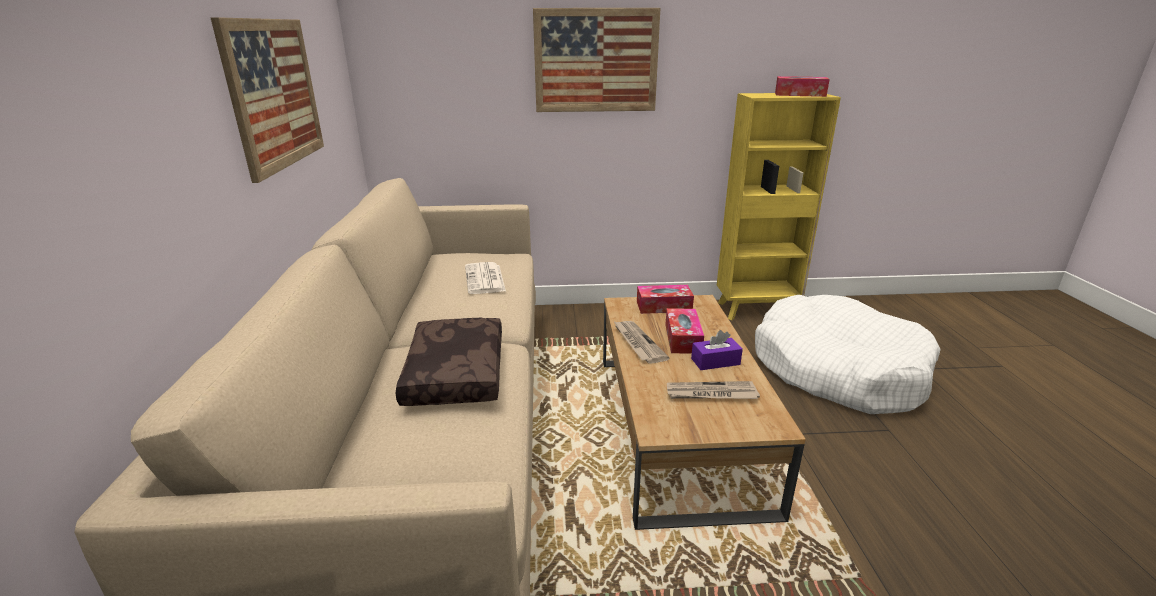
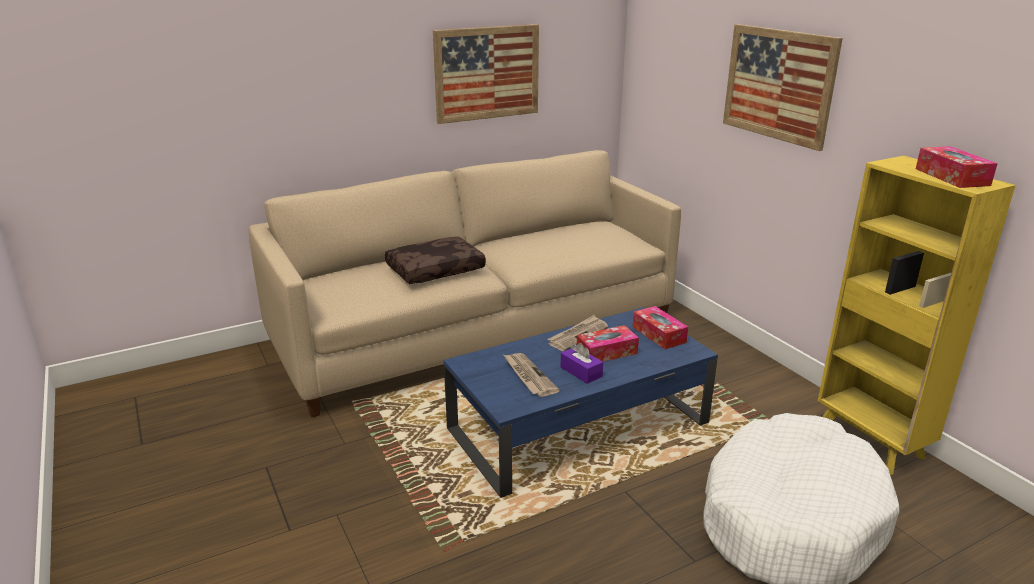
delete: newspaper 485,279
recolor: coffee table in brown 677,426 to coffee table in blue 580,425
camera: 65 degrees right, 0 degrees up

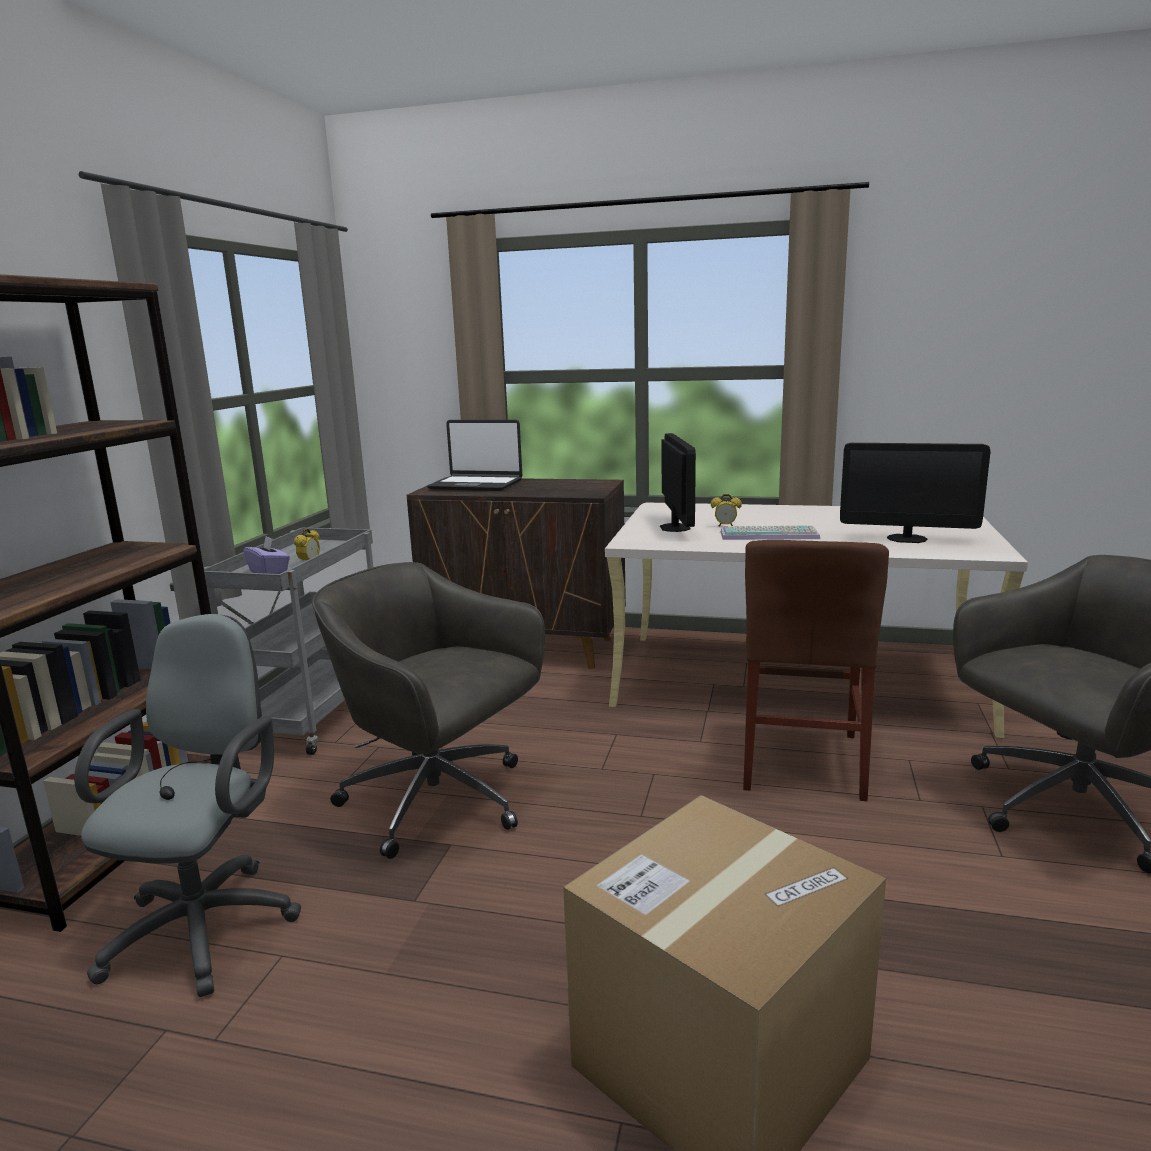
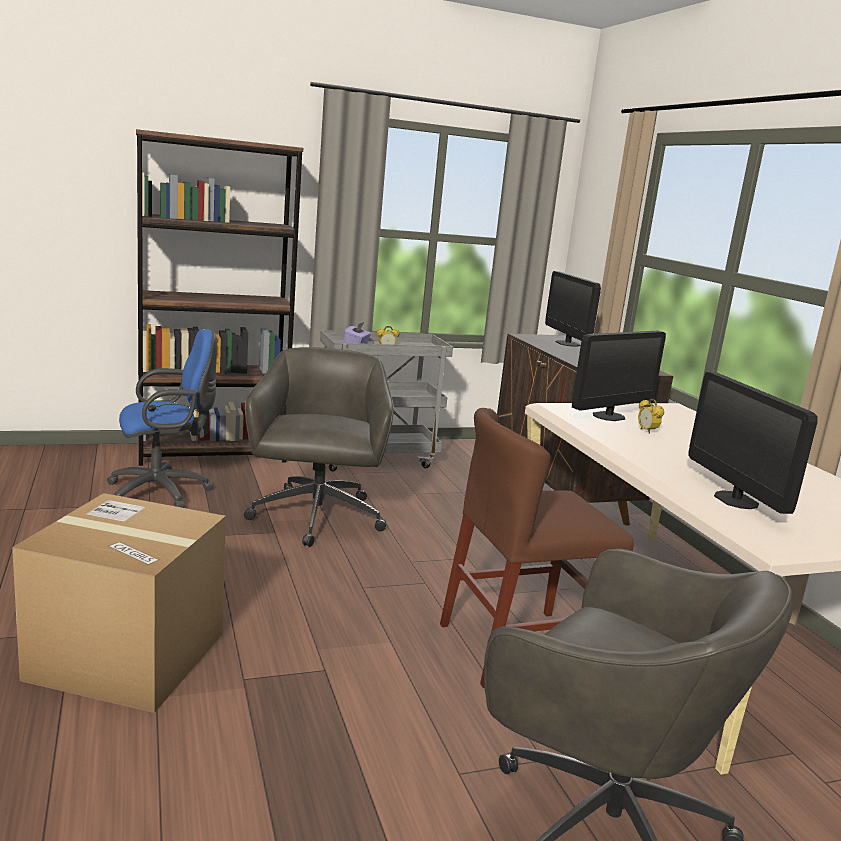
delete: keyboard 770,534
replace: laptop 476,485 to monitor 567,343
recolor: office chair in grey 209,922 to office chair in blue 164,492
camera: 55 degrees right, 0 degrees up

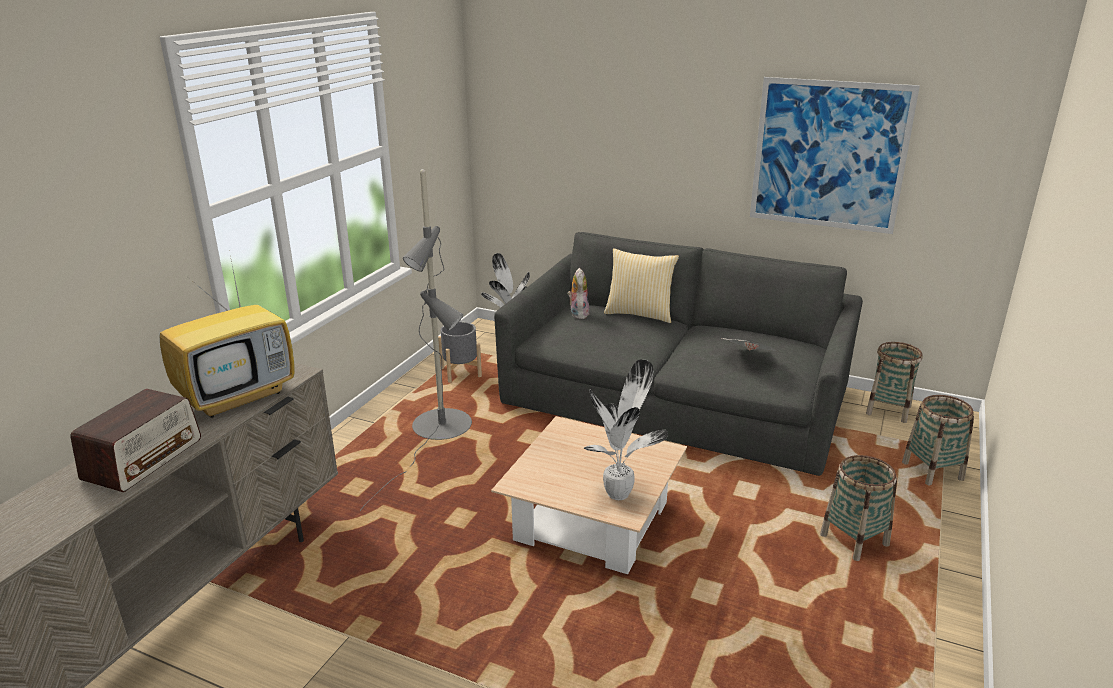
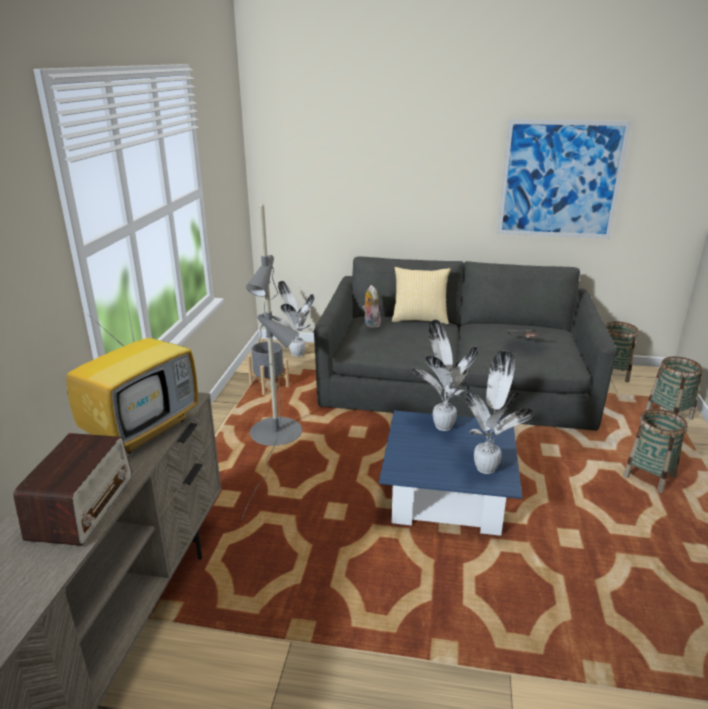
insert: potted plant 442,425
recolor: coffee table in beige 592,522 to coffee table in blue 447,496
camera: 15 degrees left, 0 degrees up

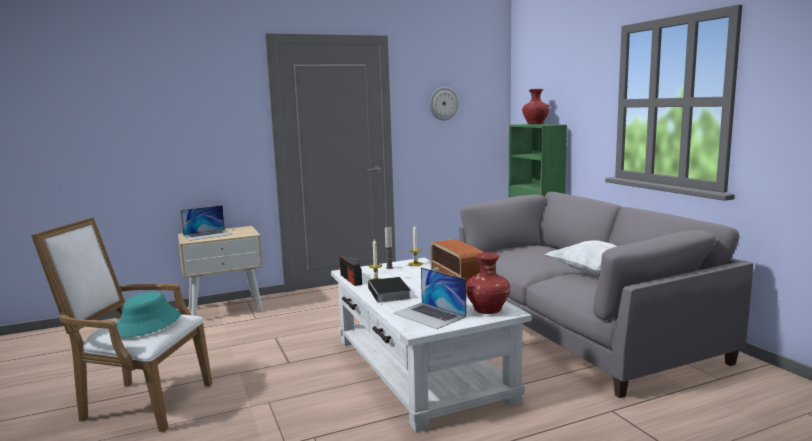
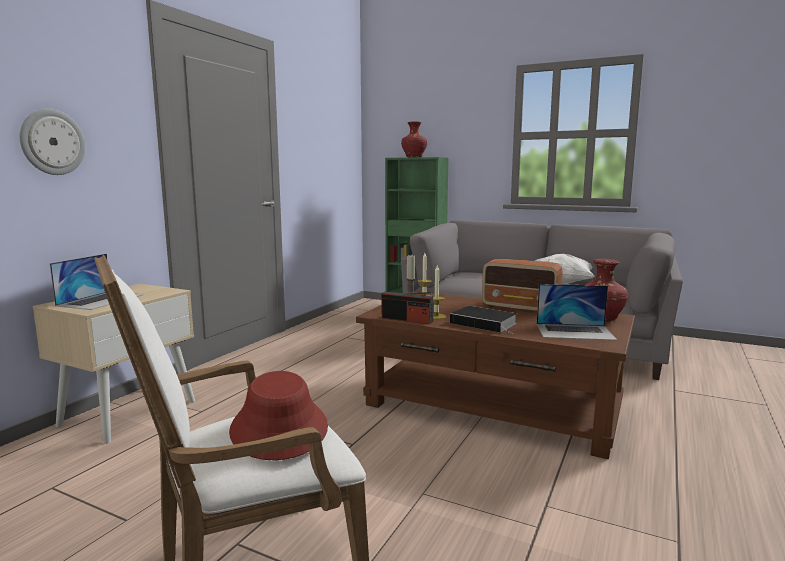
move: wall clock 443,103 to 52,142
recolor: hat in turquoise 148,324 to hat in red 280,428; coffee table in white 420,369 to coffee table in brown 493,405
camera: 40 degrees left, 0 degrees up

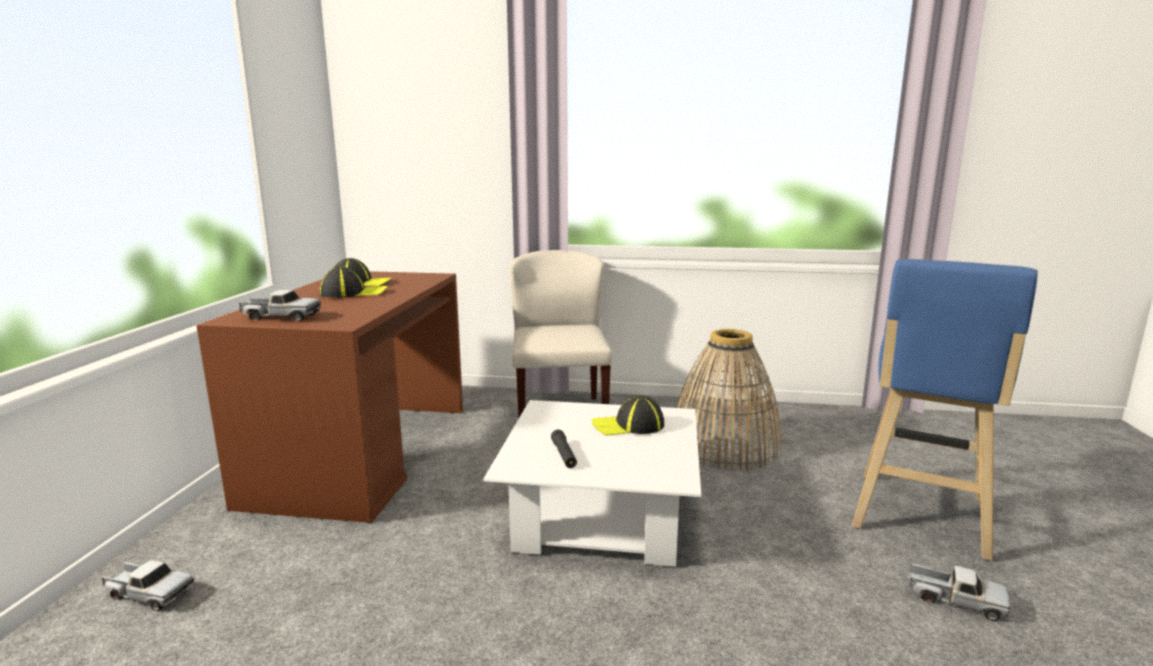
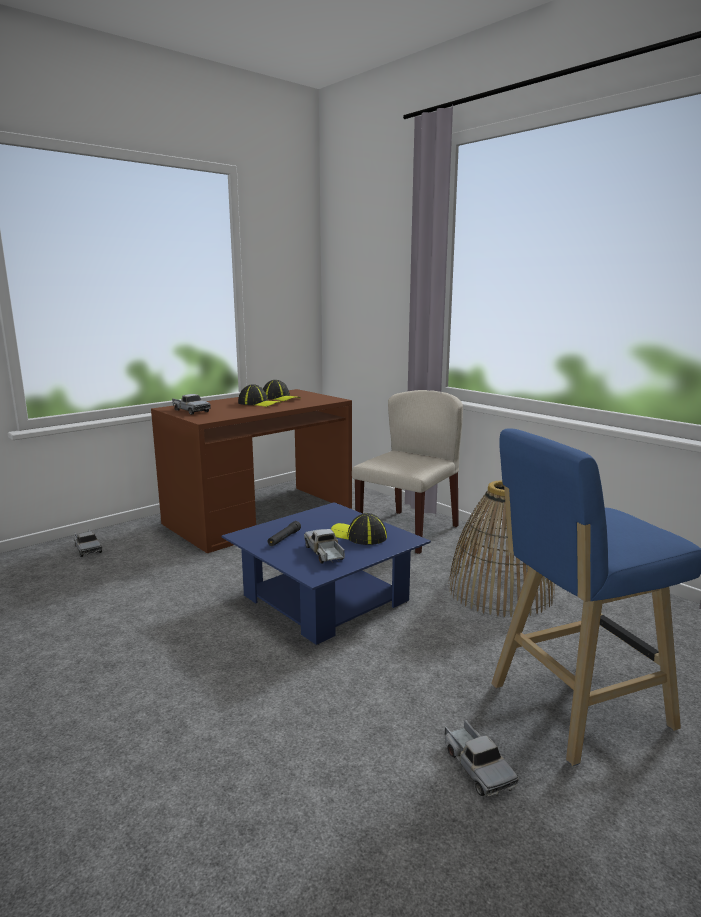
insert: toy truck 325,553
recolor: coffee table in white 601,515 to coffee table in blue 325,598
camera: 40 degrees right, 0 degrees up

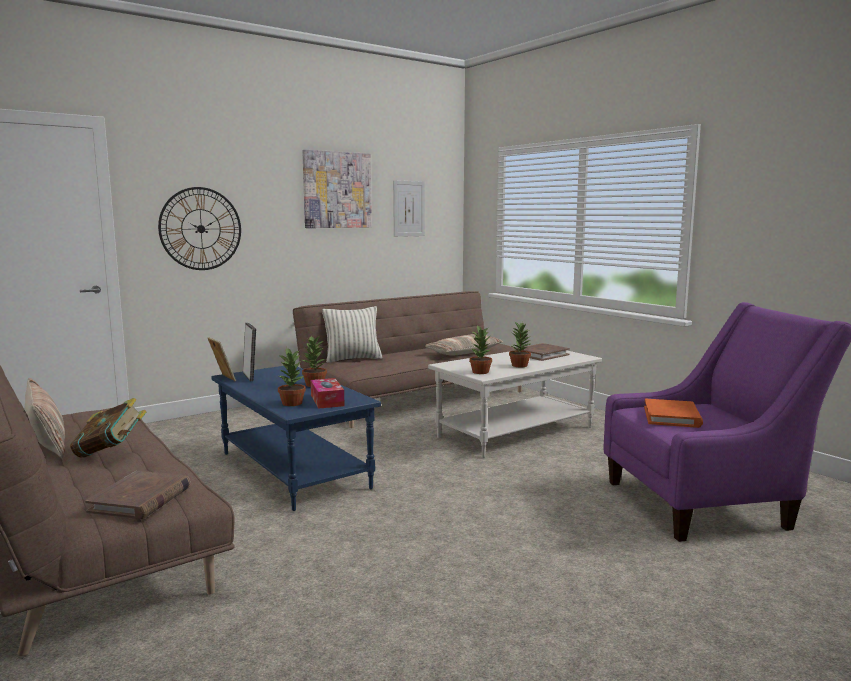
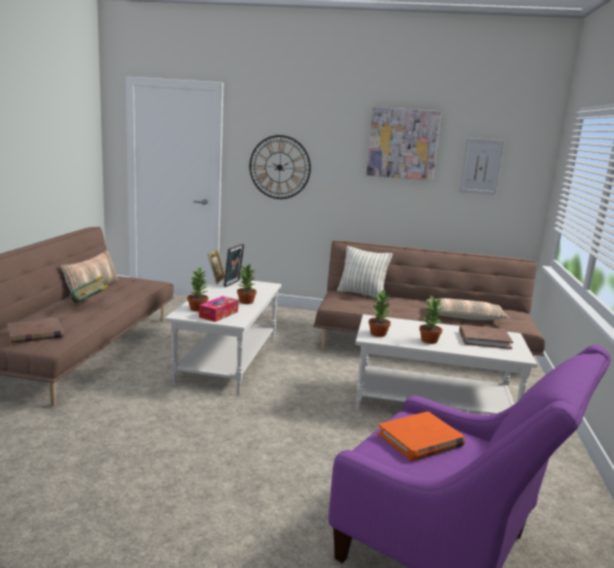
recolor: coffee table in blue 291,470 to coffee table in white 227,360
camera: 45 degrees right, 5 degrees up

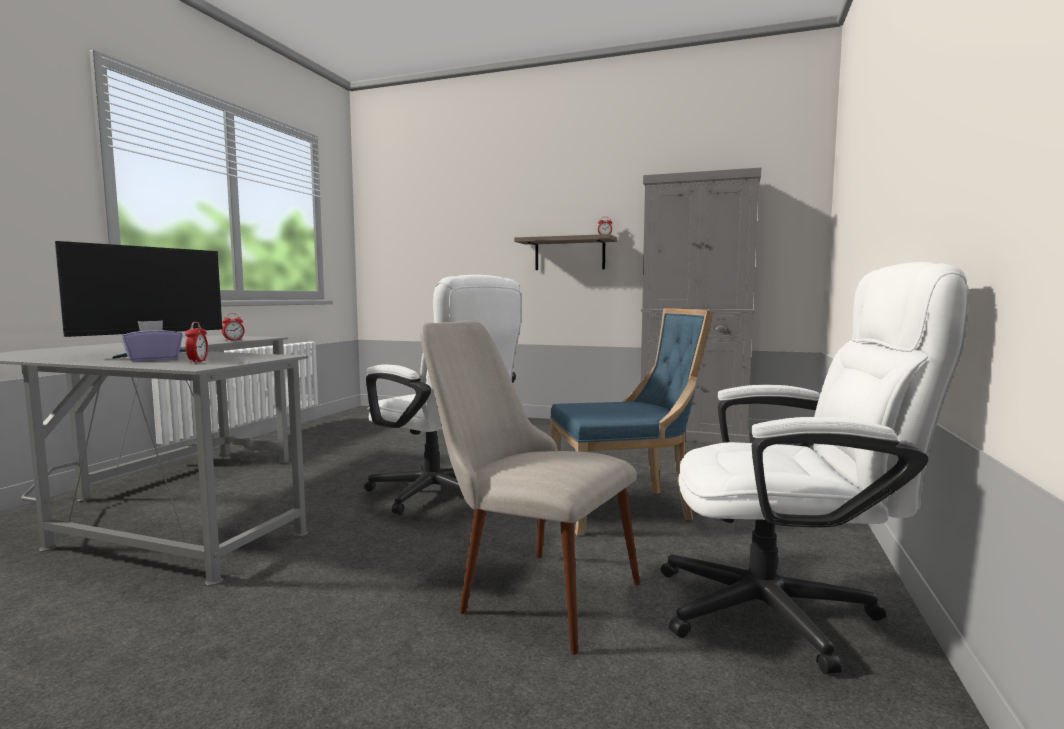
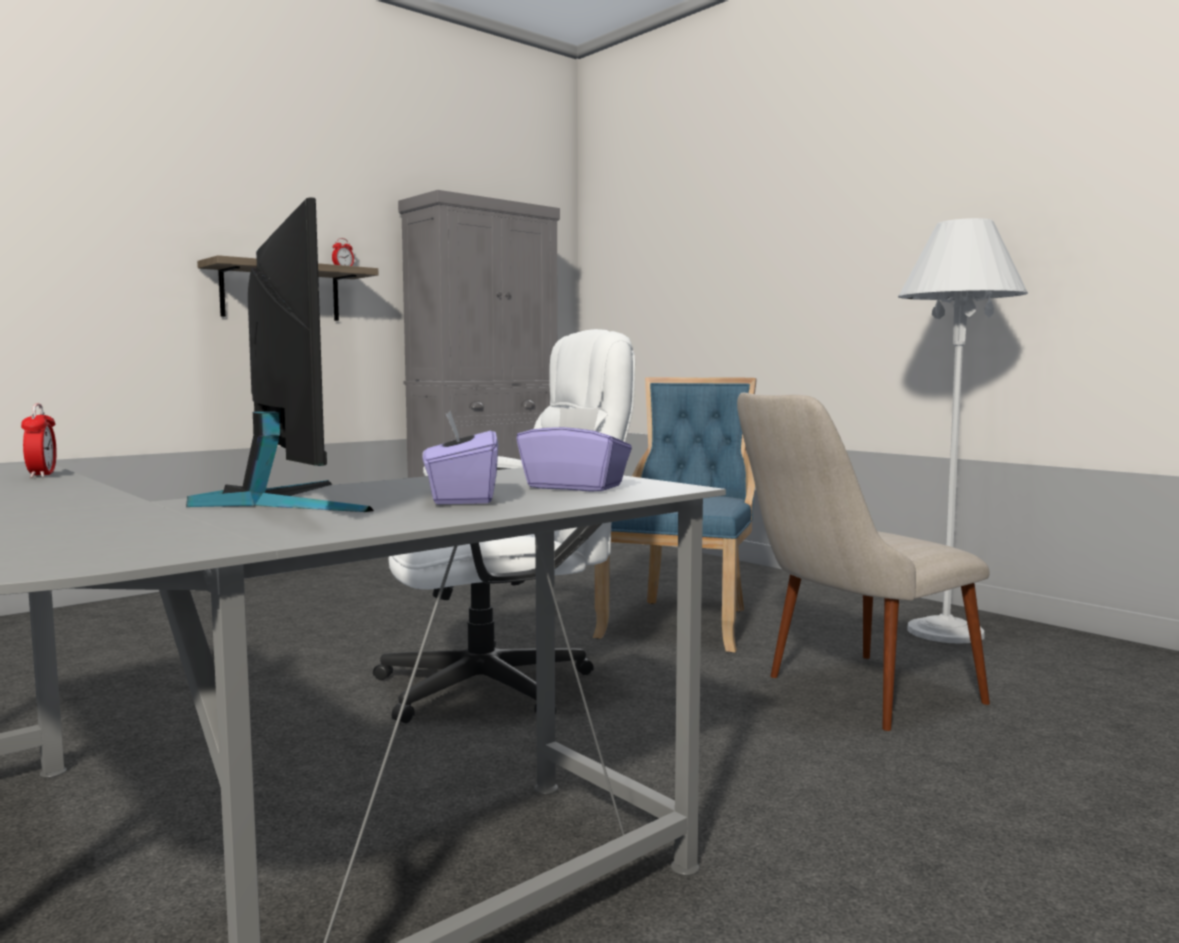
replace: alarm clock 198,362 to tissue box in purple 575,487; office chair in white 787,611 to floor lamp in white 945,632
camera: 60 degrees left, 0 degrees up

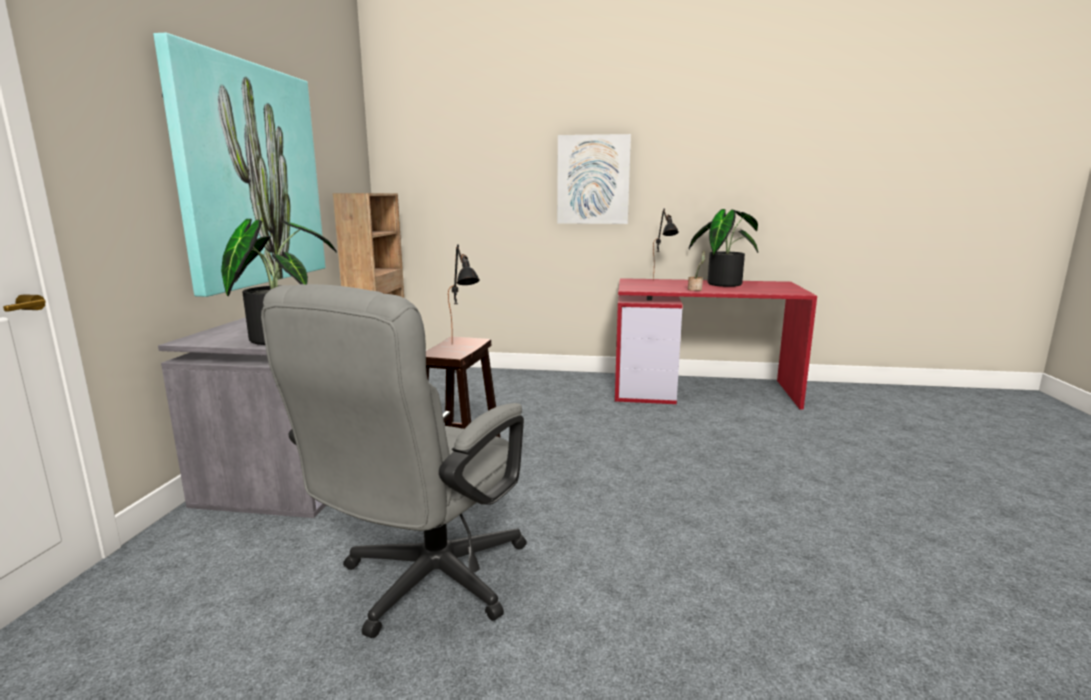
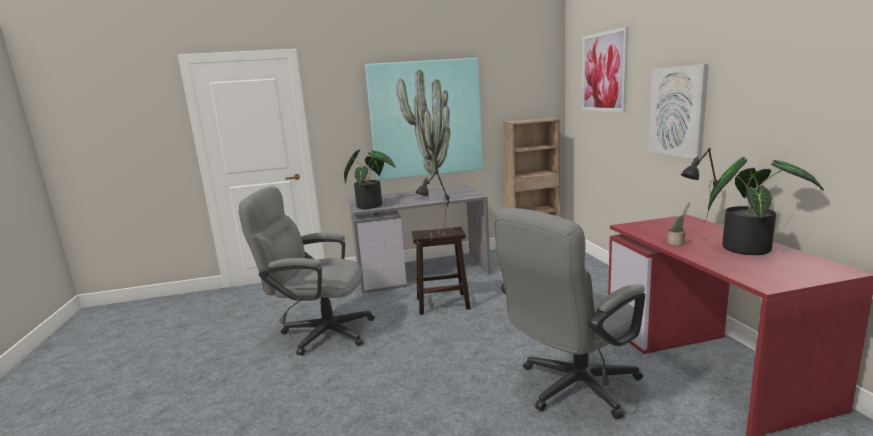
insert: office chair in grey 571,389; picture 603,72
camera: 70 degrees right, 0 degrees up

